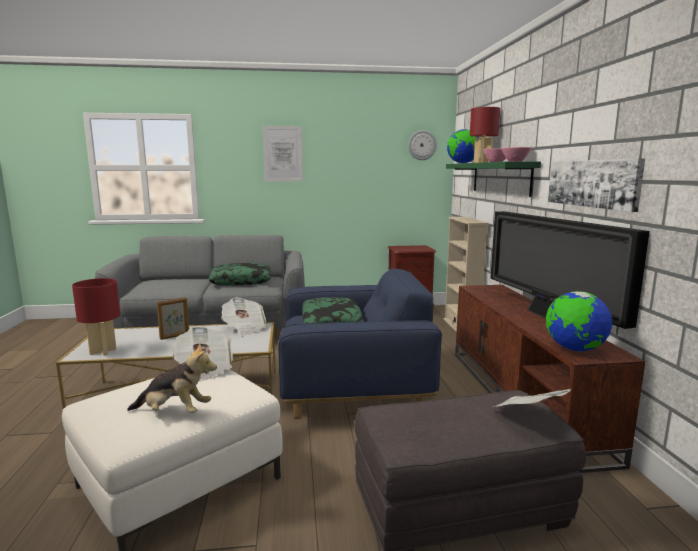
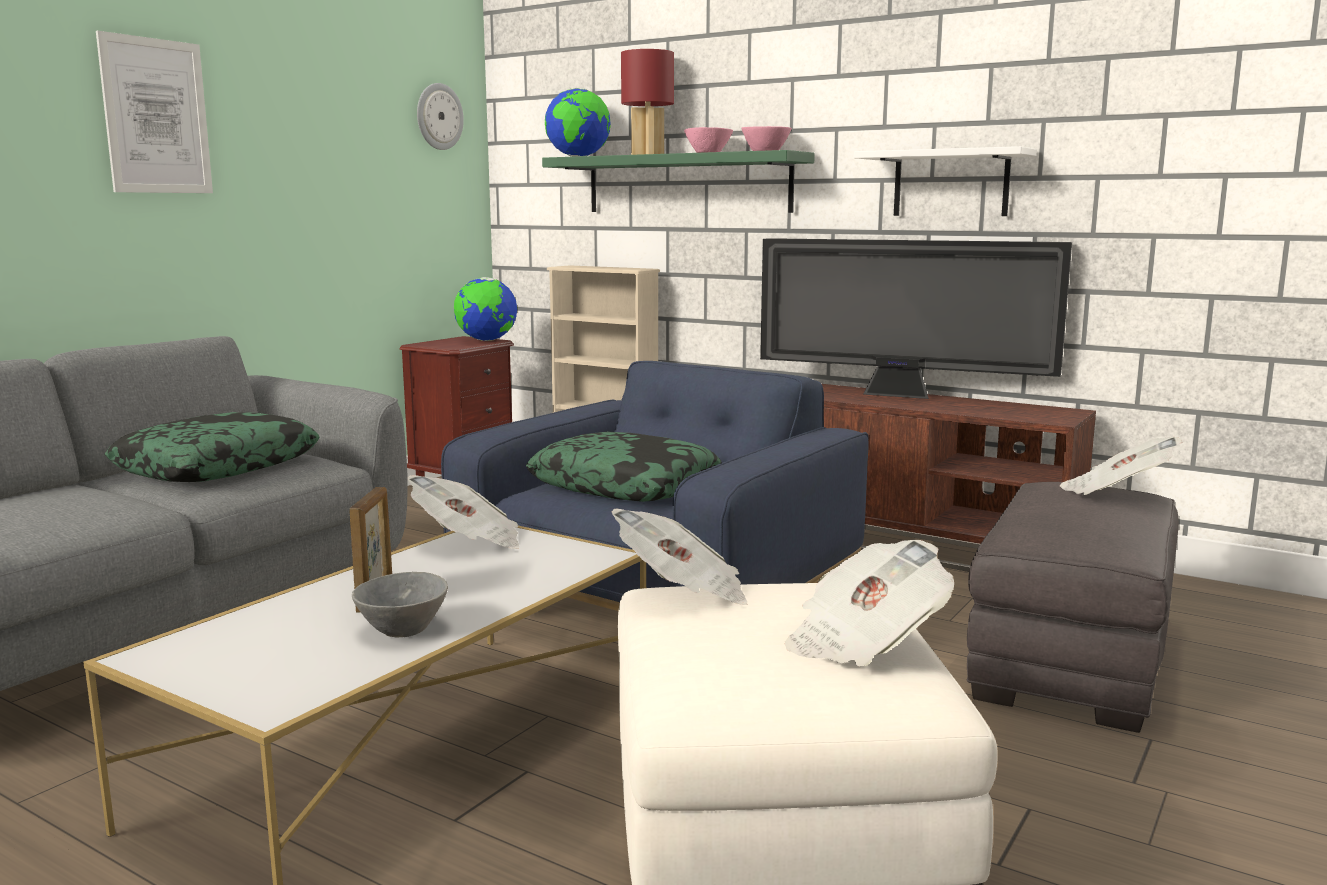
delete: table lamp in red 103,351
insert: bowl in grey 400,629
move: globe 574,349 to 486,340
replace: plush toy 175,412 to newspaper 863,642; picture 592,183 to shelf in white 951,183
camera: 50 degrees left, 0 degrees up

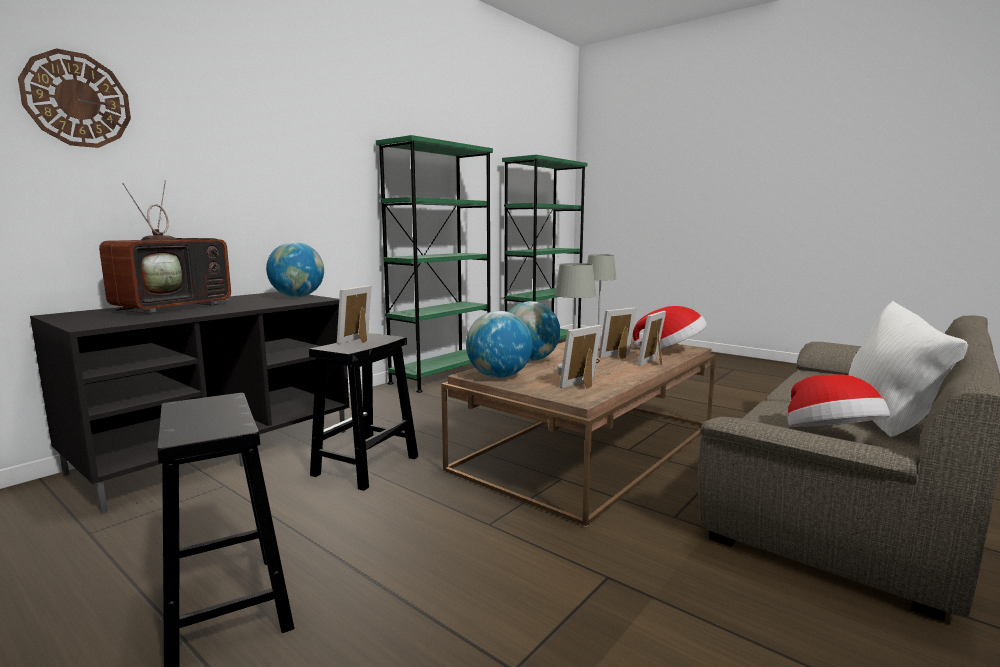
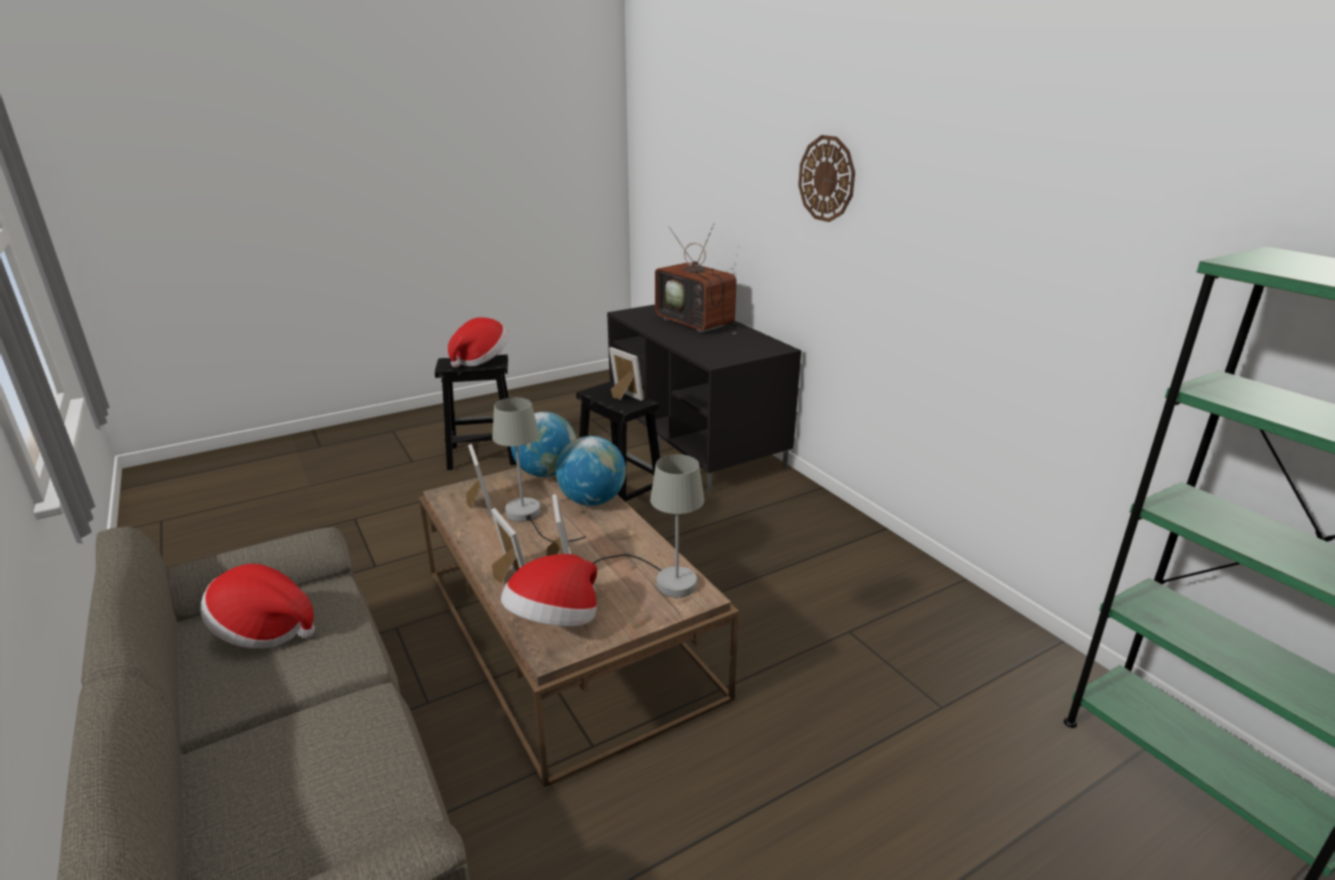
delete: globe 297,296; bookcase in green 441,376; pillow in white 892,424
insert: hat 481,359
move: wall clock 77,100 to 826,178
camera: 110 degrees right, 15 degrees up

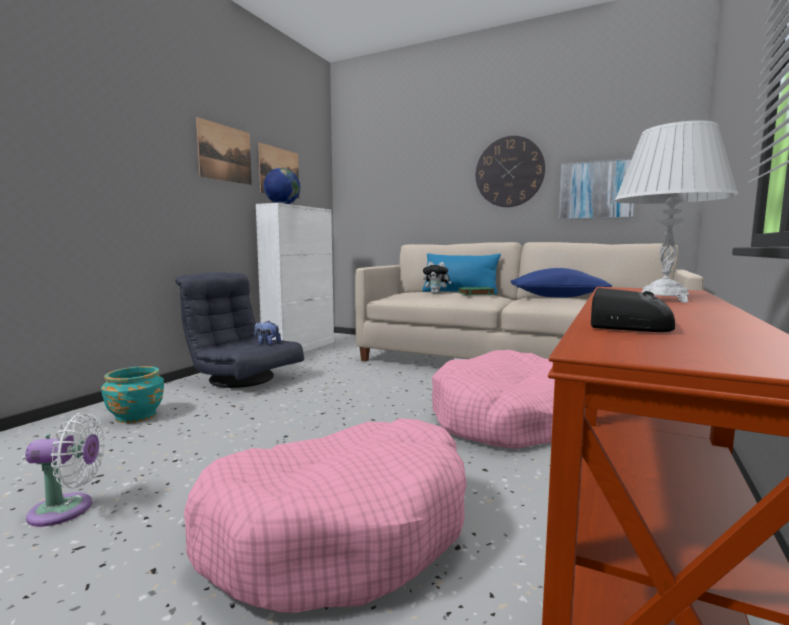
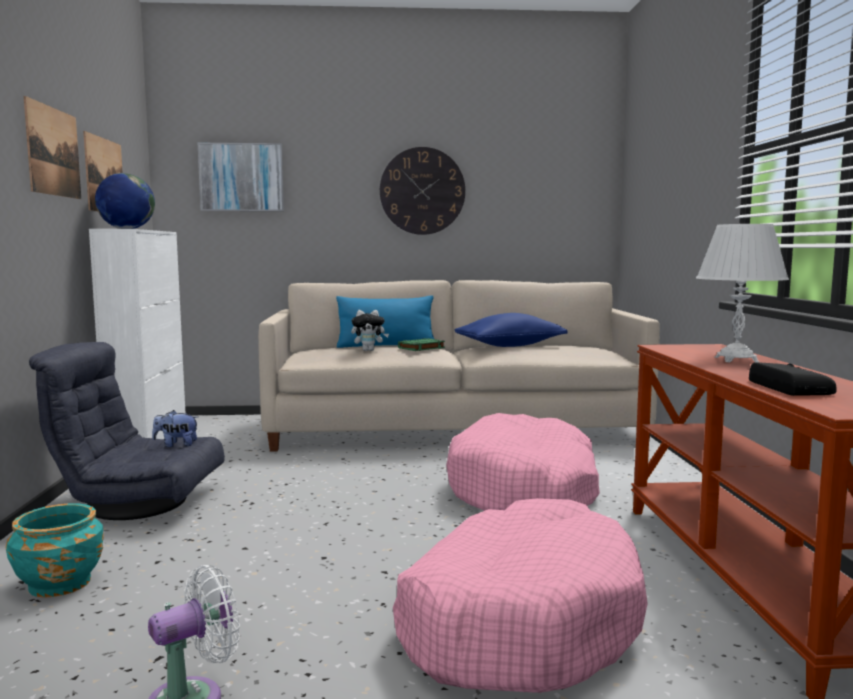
move: picture 596,190 to 241,177
camera: 30 degrees left, 0 degrees up

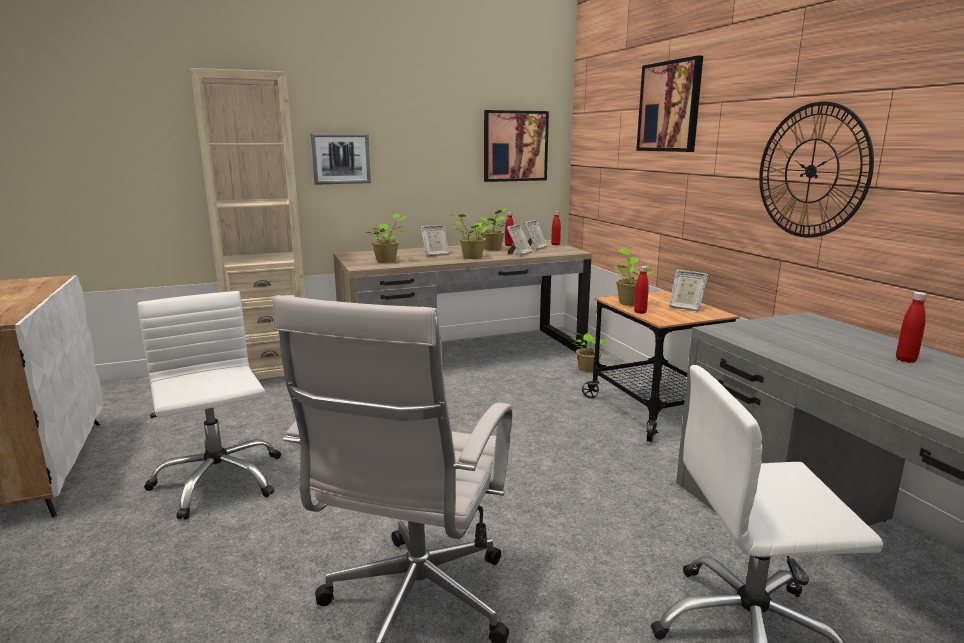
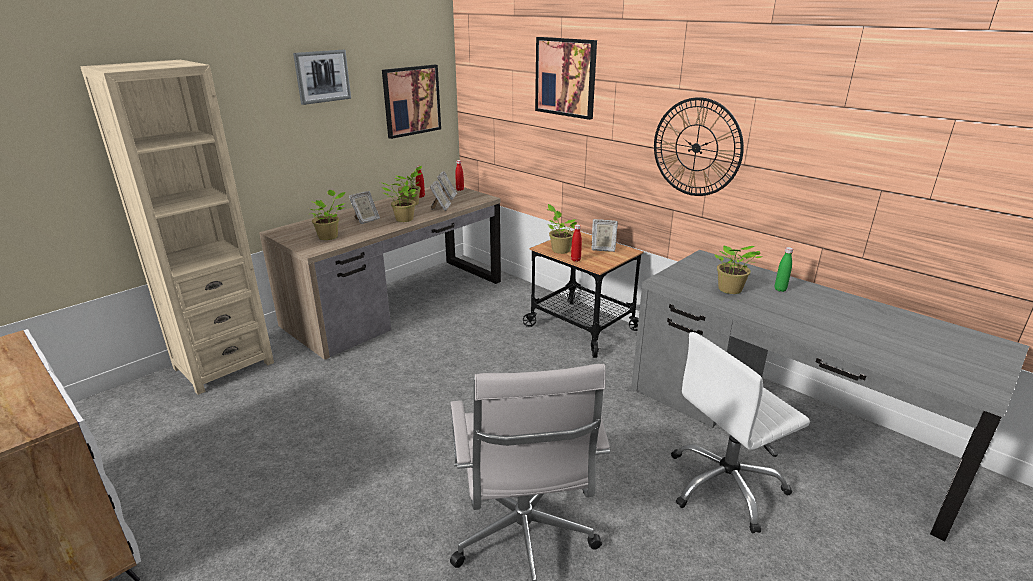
delete: office chair in white 218,481
move: picture 341,158 to 322,76; potted plant 586,369 to 729,290
recolor: bottle in red 906,360 to bottle in green 780,289
camera: 25 degrees left, 10 degrees up

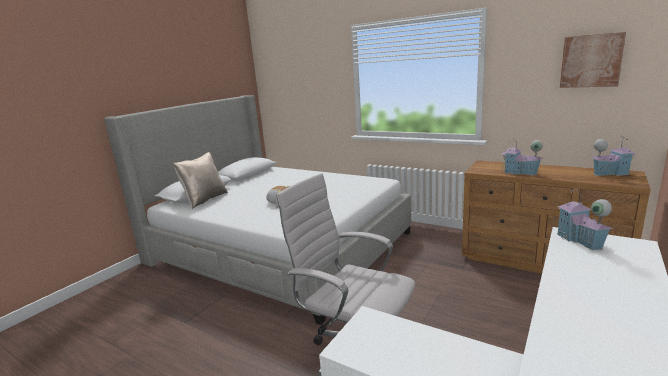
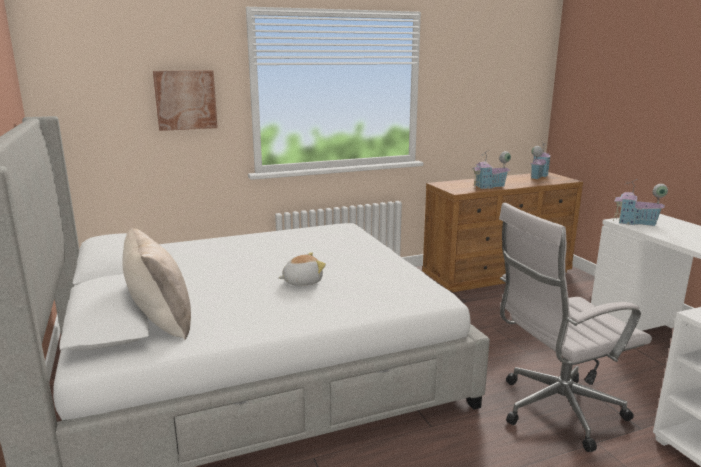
move: picture 591,61 to 185,100
camera: 55 degrees left, 0 degrees up

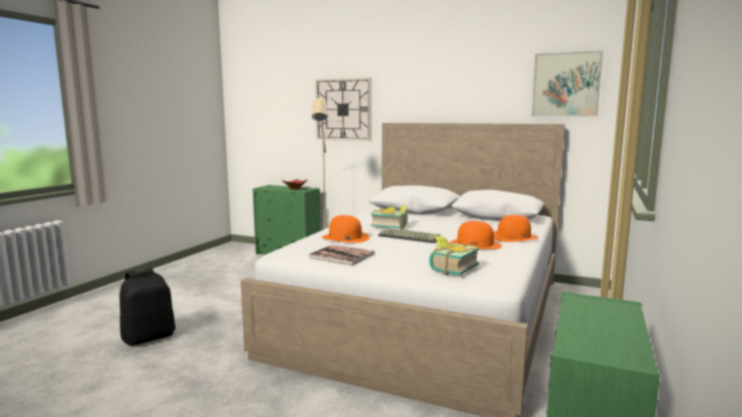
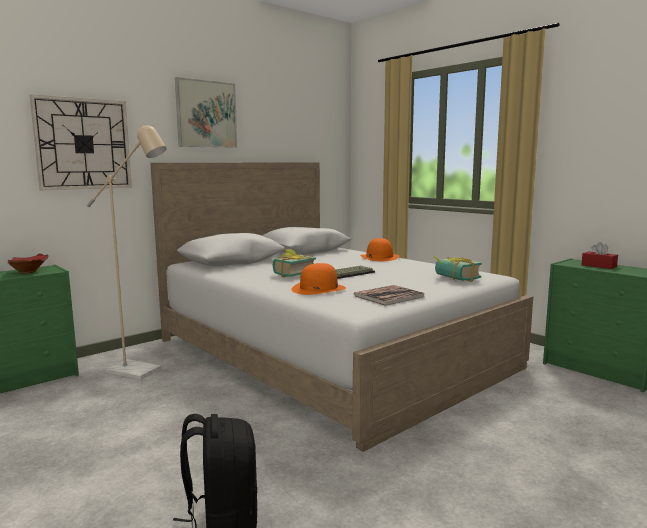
delete: hat in orange 475,245
insert: tissue box in red 599,266
move: picture 566,84 to 206,114
camera: 65 degrees left, 0 degrees up

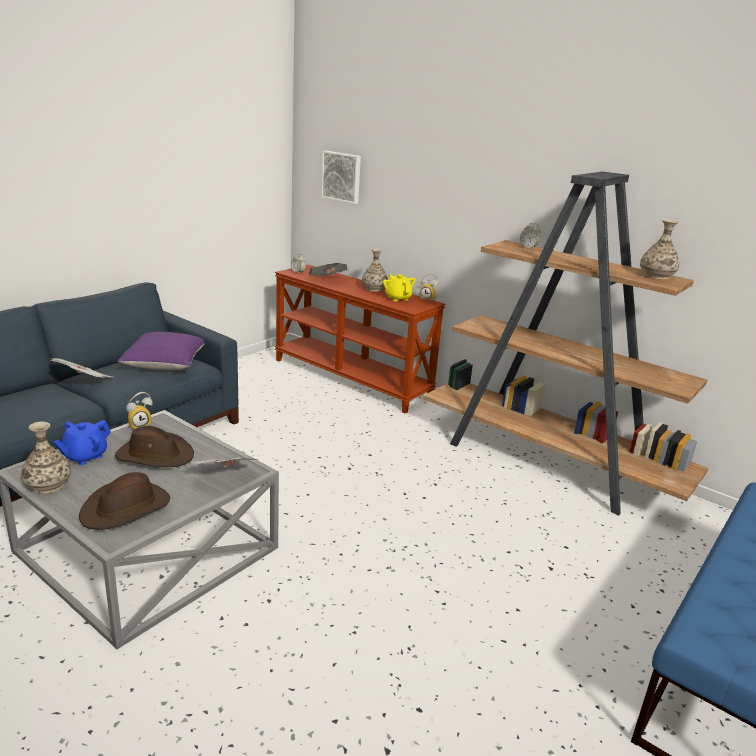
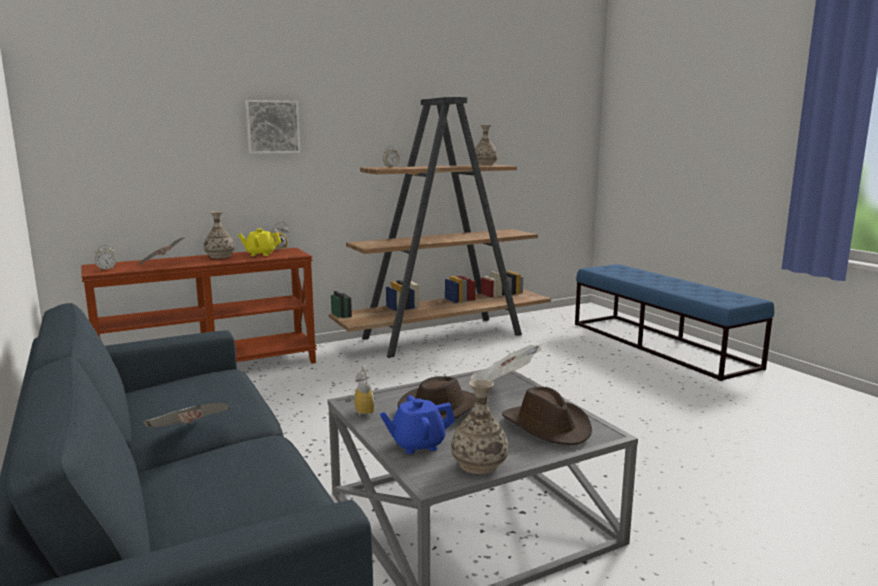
delete: pillow in purple 165,364
move: picture 342,177 to 272,127
rotate: teapot in blue 84,456 = 417,444 105 degrees clockwise
camera: 65 degrees left, 10 degrees down

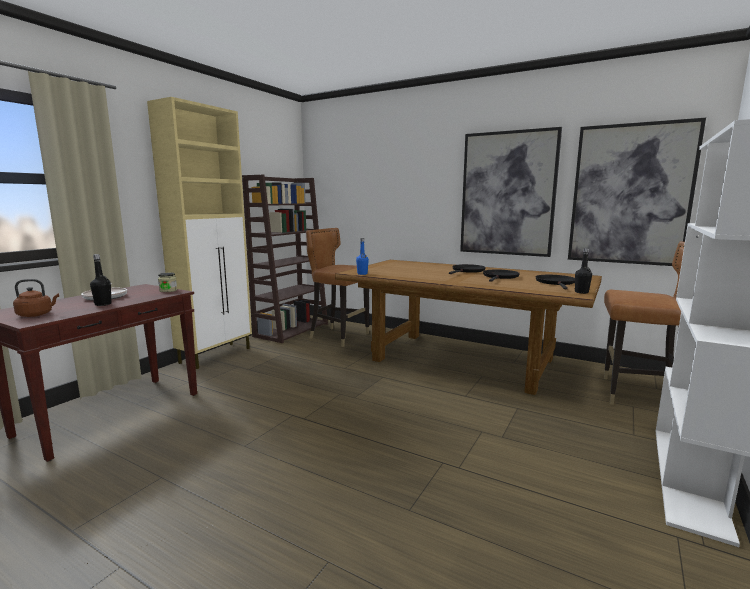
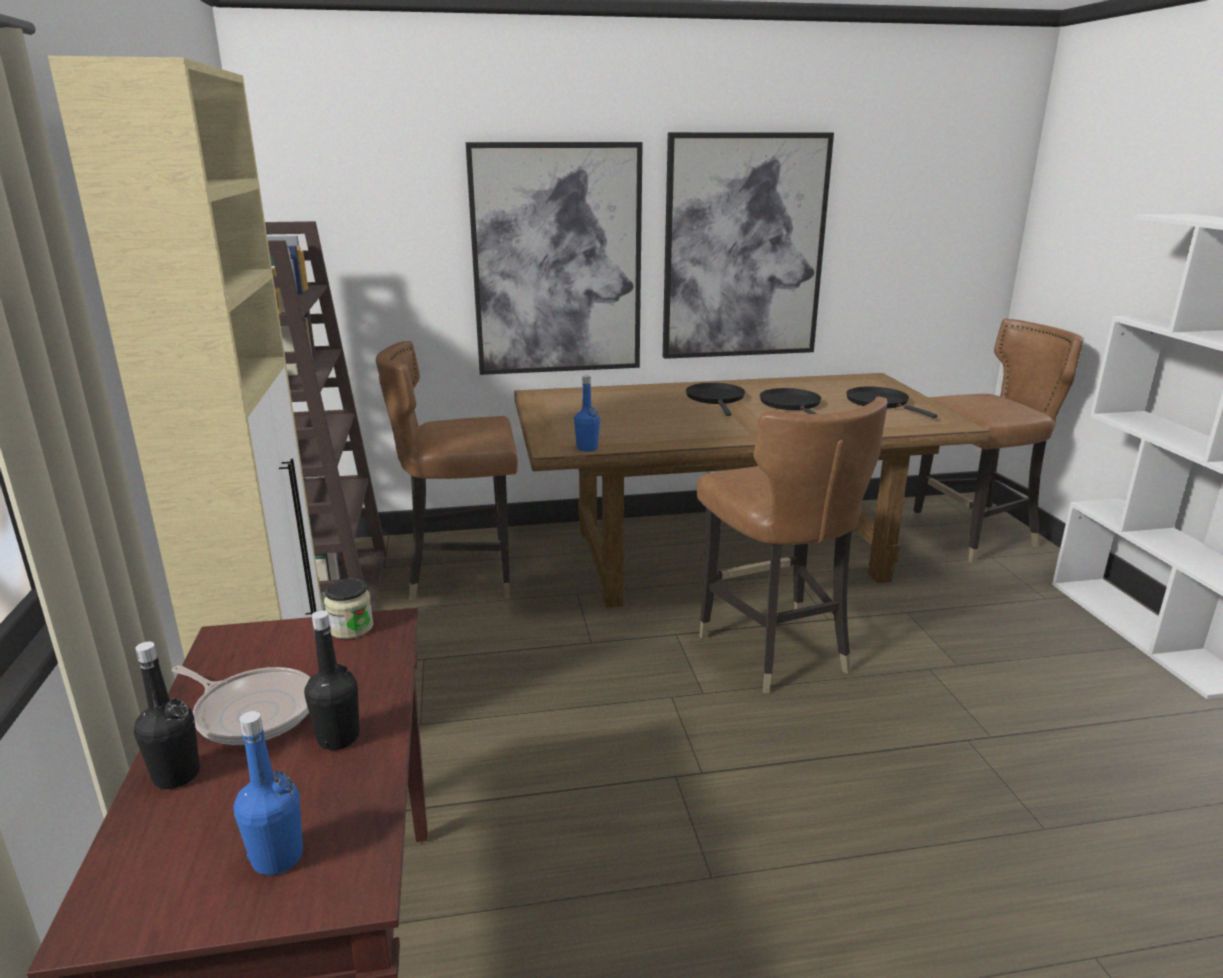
insert: chair in brown 774,650
move: picture 630,195 to 557,261; bottle in black 581,292 to 176,775
replace: kettle in brown 37,314 to bottle in blue 277,857
camera: 40 degrees left, 10 degrees up

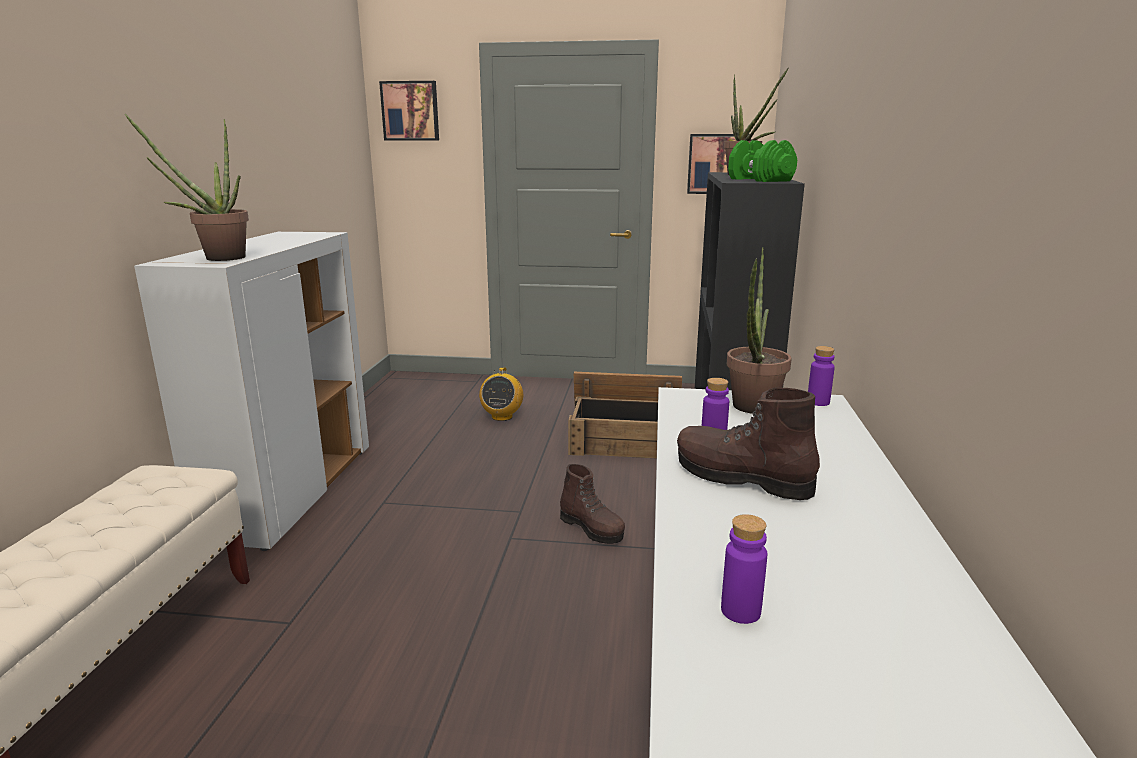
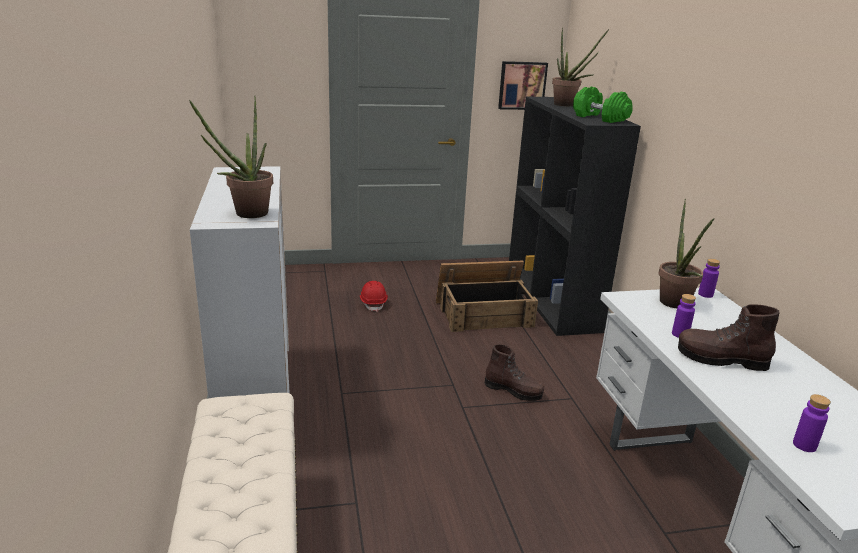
delete: picture 410,111
replace: radio 502,417 to hard hat in red 373,303
camera: 20 degrees left, 5 degrees up

